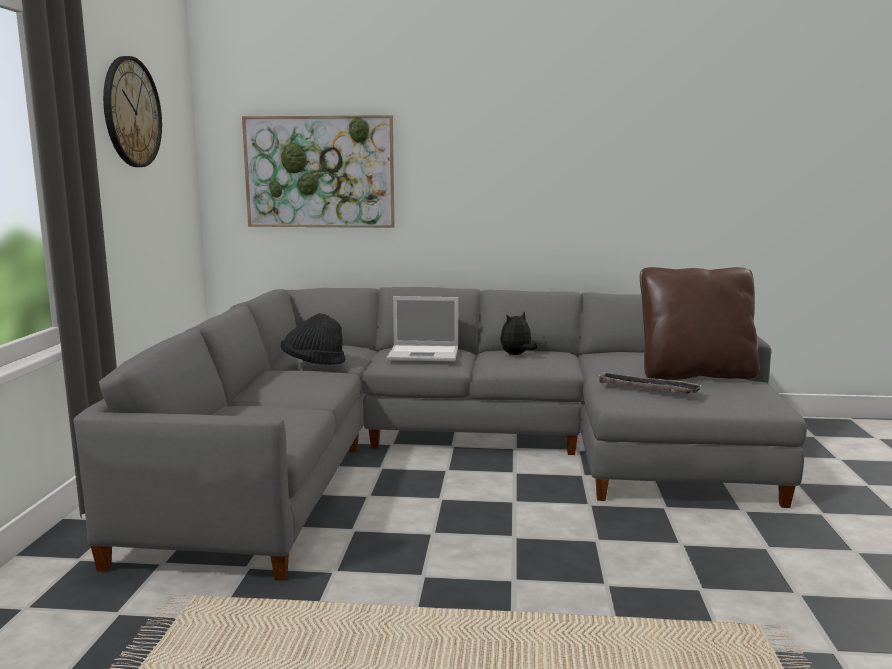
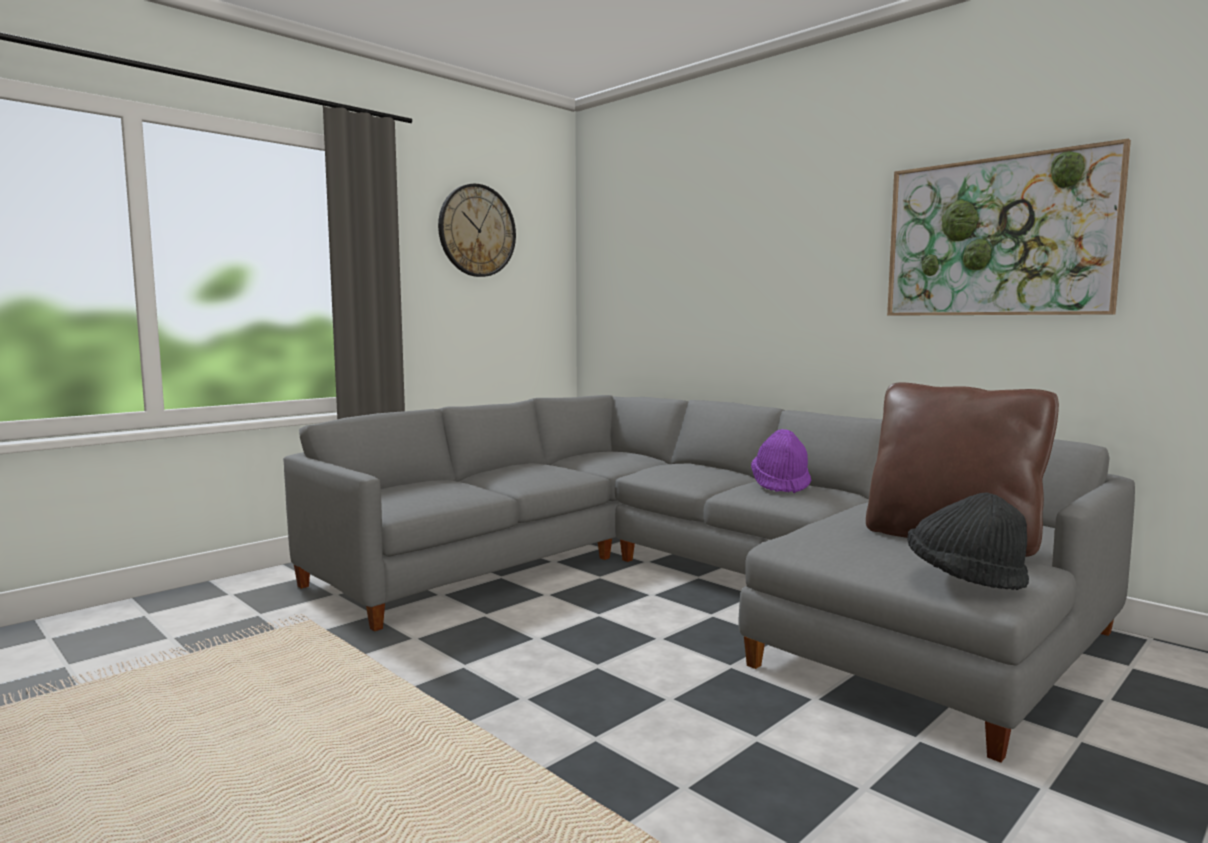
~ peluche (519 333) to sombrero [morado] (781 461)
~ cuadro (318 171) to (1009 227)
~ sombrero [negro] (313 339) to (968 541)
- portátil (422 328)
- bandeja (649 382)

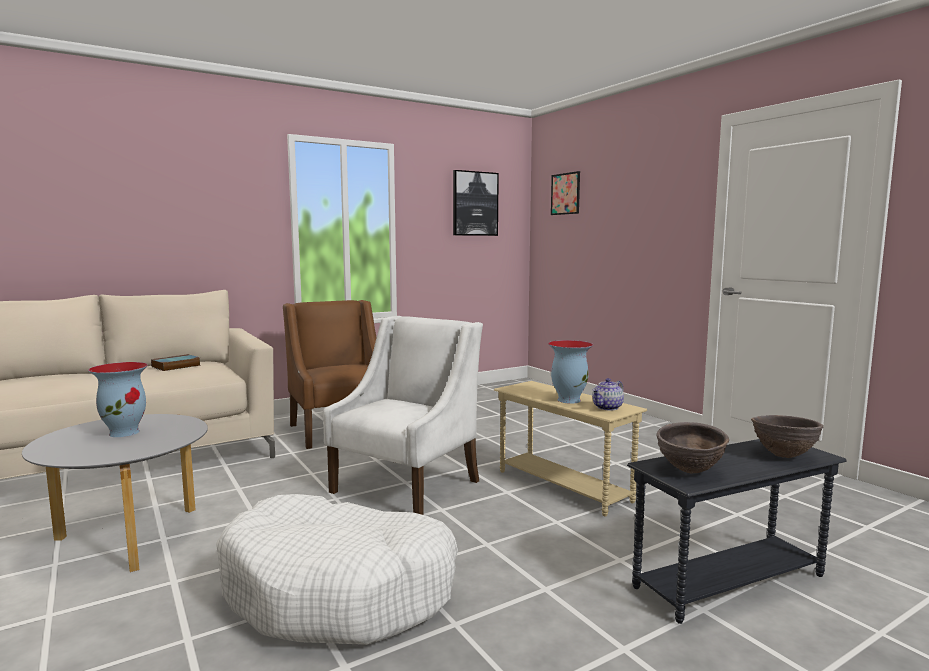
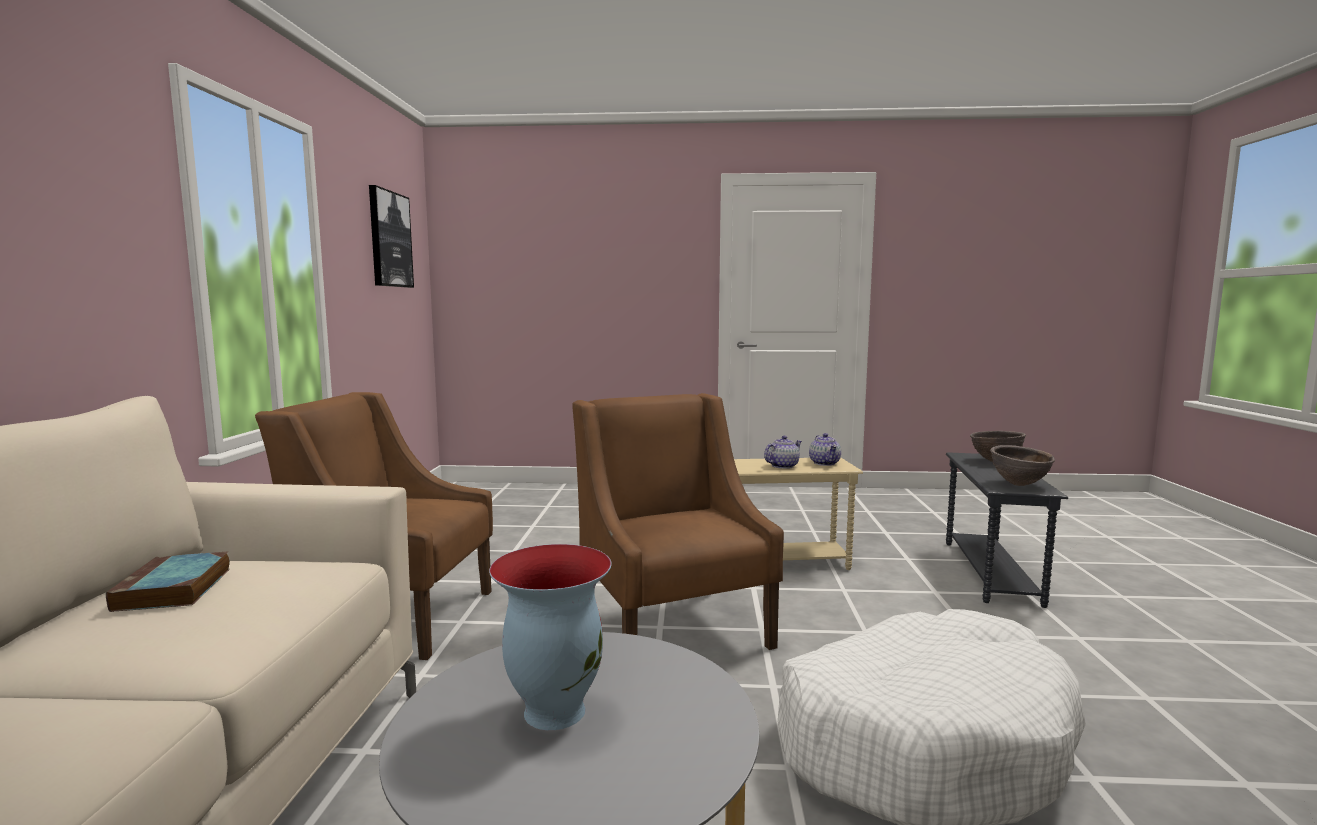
~ sillón [blanco] (403 415) to sillón [marrón] (678 521)
~ florero (570 372) to tetera (783 452)
- cuadro (565 193)

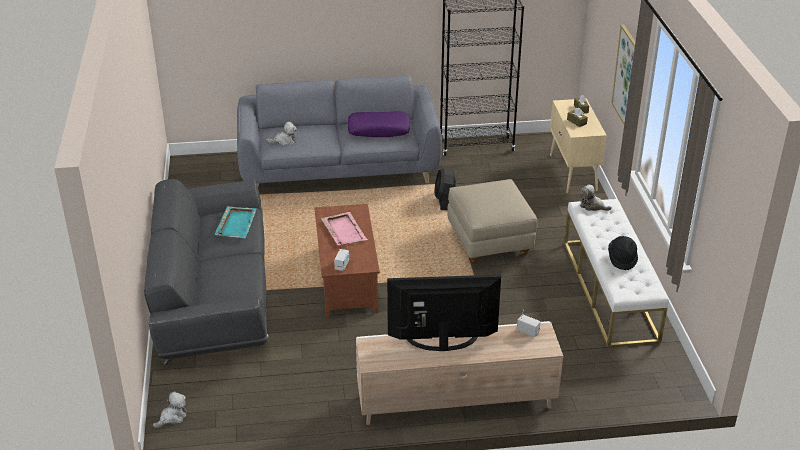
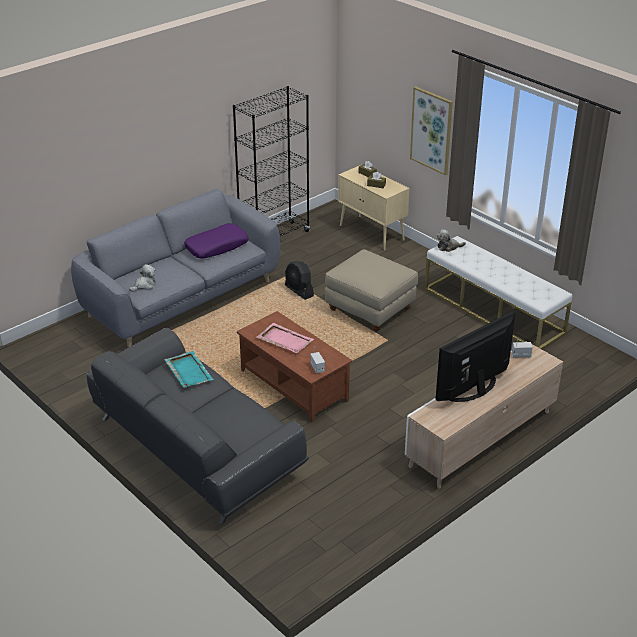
- peluche (170 410)
- sombrero [negro] (623 253)

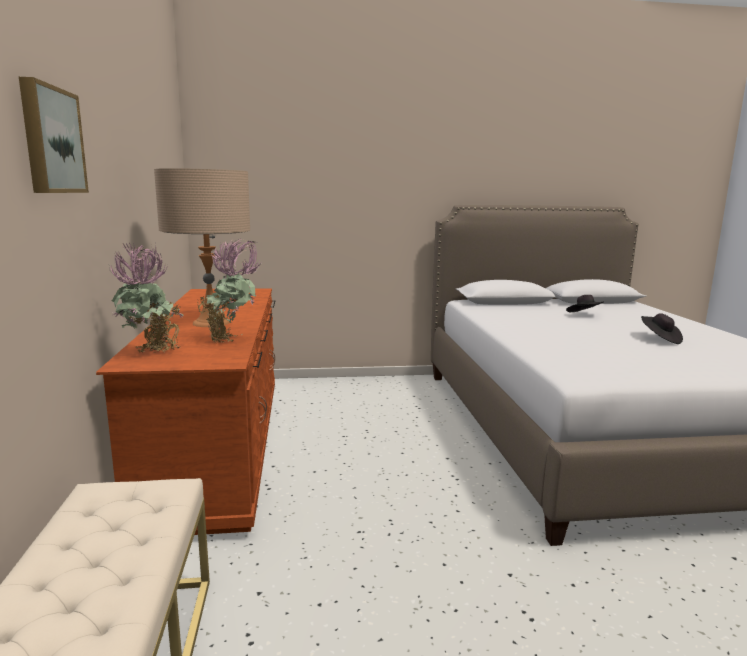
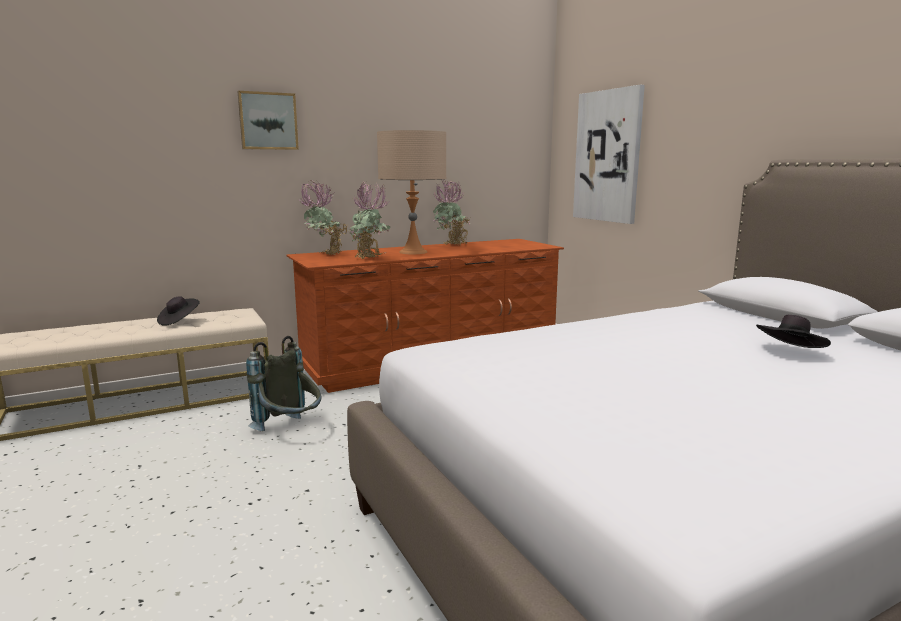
~ sombrero [negro] (662 328) to (178 311)
+ mochila [gris] (283 383)
+ planta en maceta (452 212)
+ cuadro (609 154)

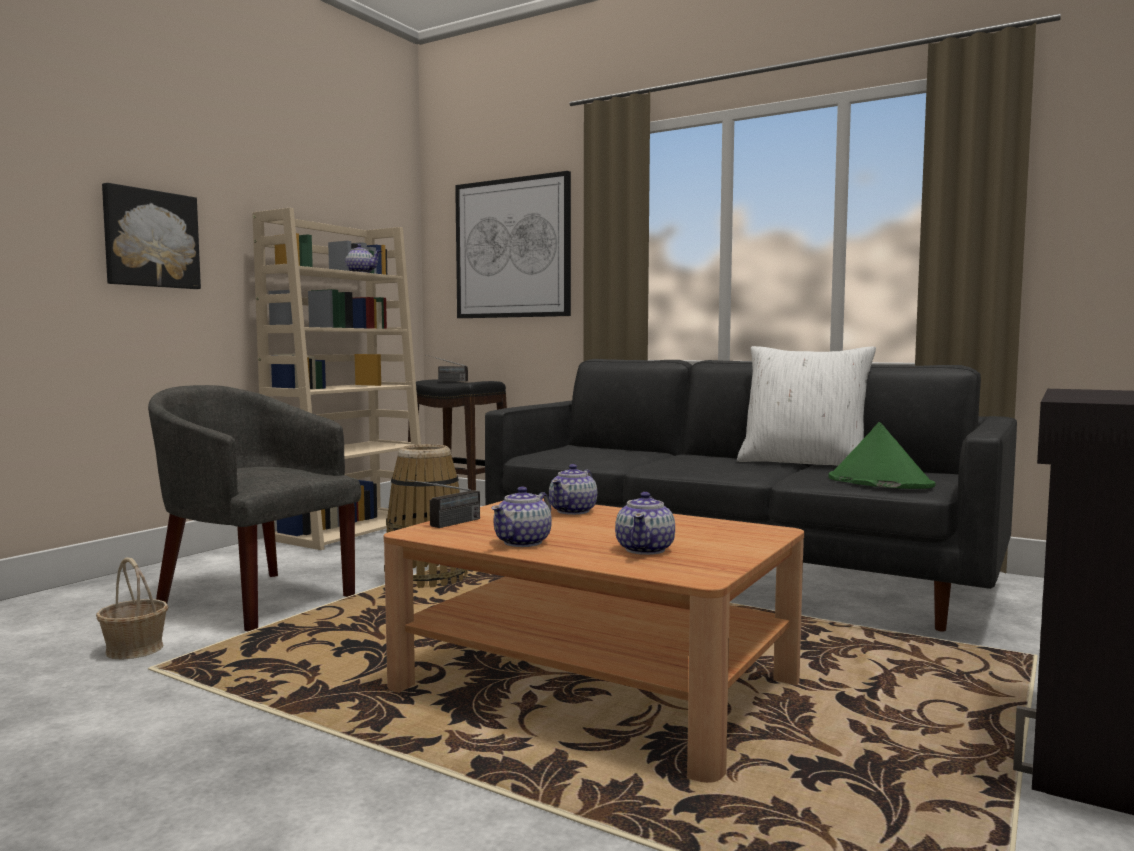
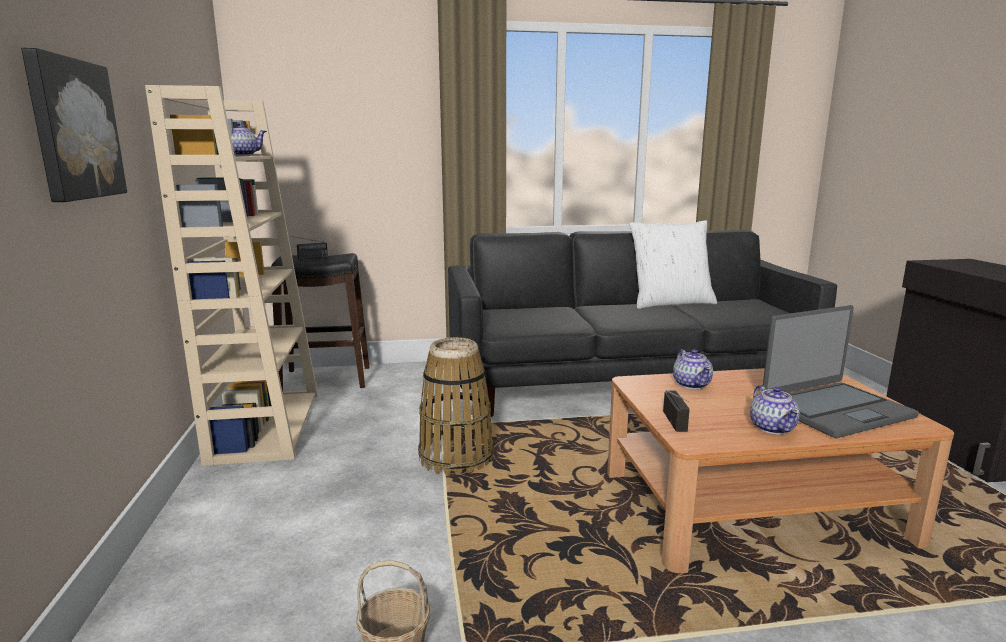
~ tetera (645 523) to portátil (841 371)
- sillón [gris] (254 508)
- cuadro (513 244)
- sombrero [verde] (882 455)

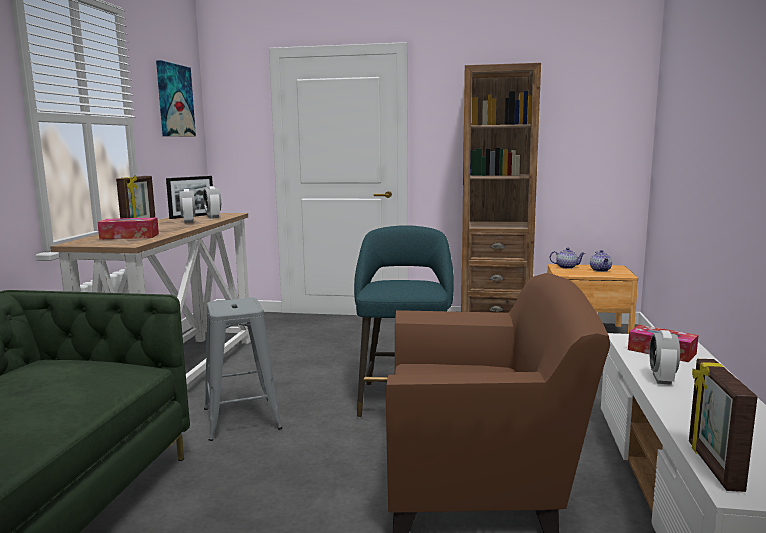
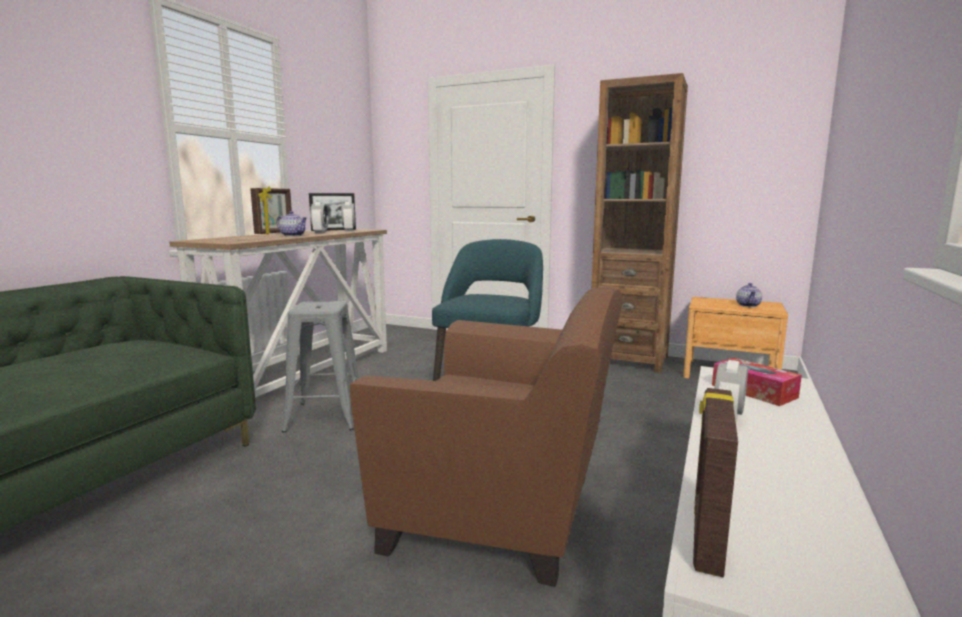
~ tetera (567 258) to (292 224)
- caja de pañuelos (128 229)
- cuadro (176 98)

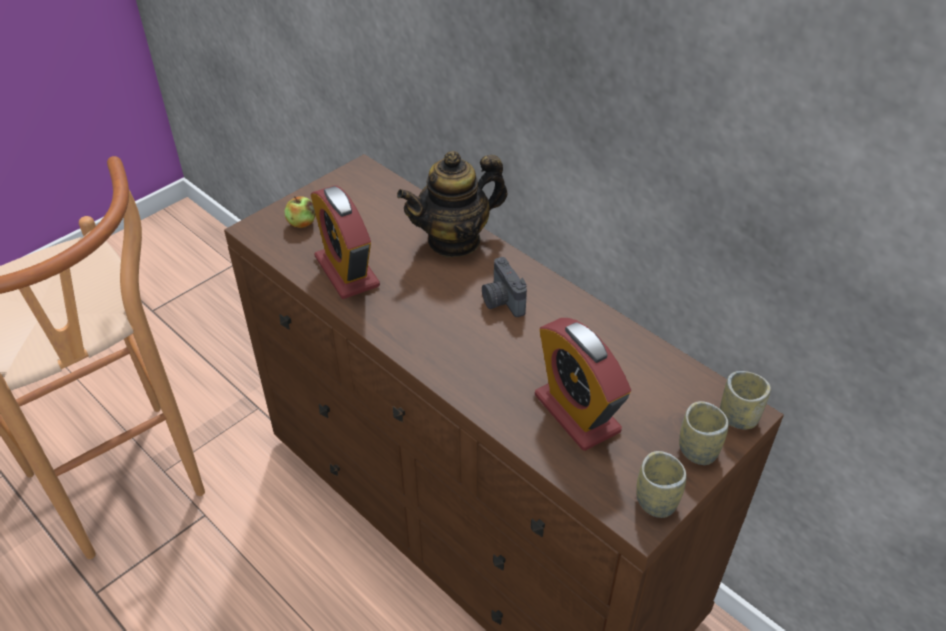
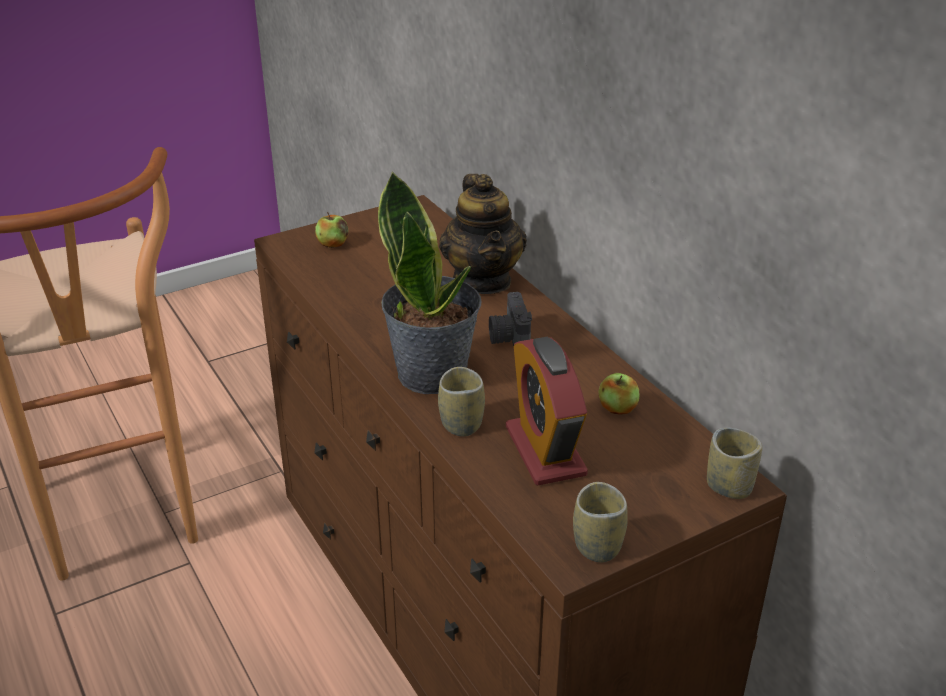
+ planta en maceta (429 282)
~ taza (704 433) to (461 401)
~ tetera (452 204) = (483 234) 90 degrees counterclockwise
+ manzana (619 394)
- despertador (345 242)

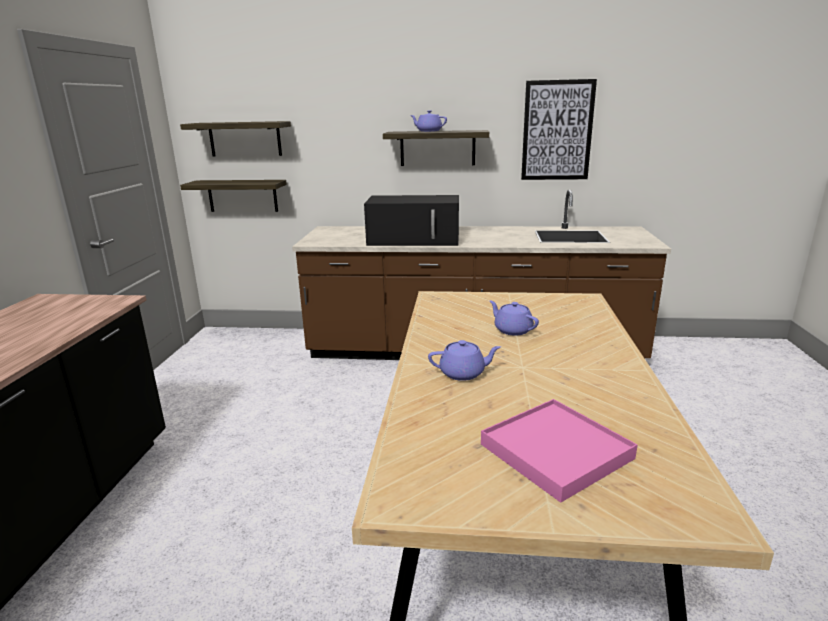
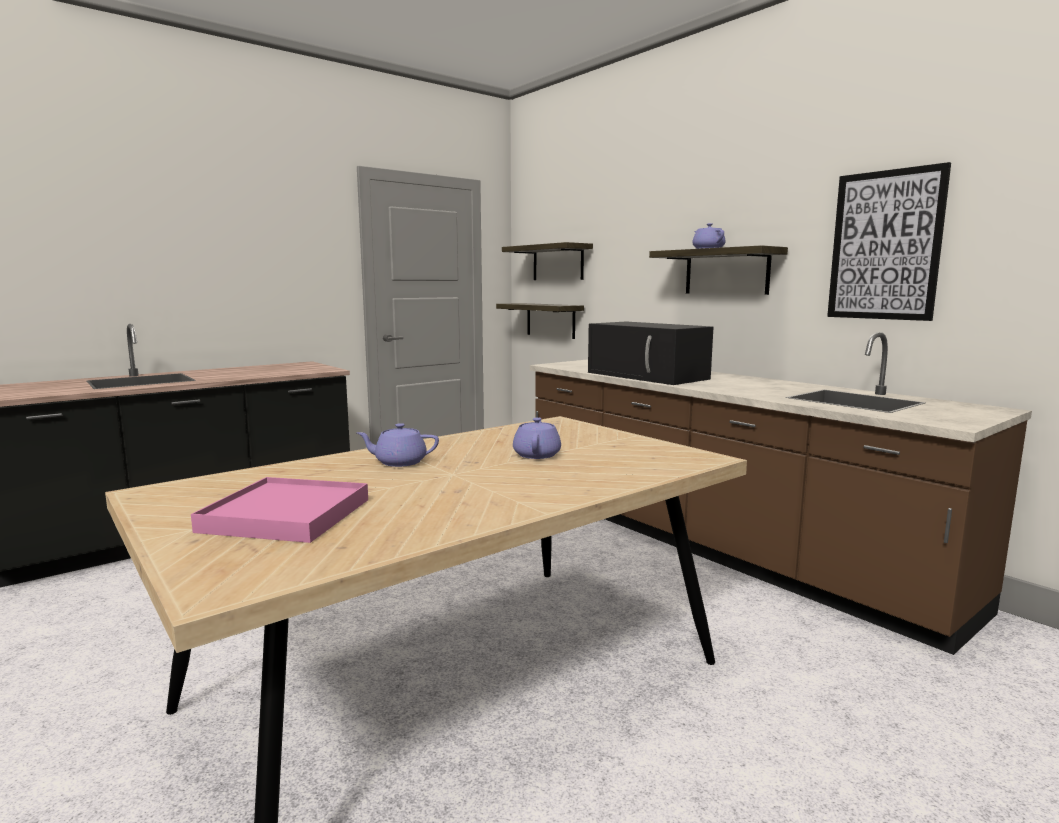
~ tetera [morado] (464 360) = (397 445) 135 degrees clockwise

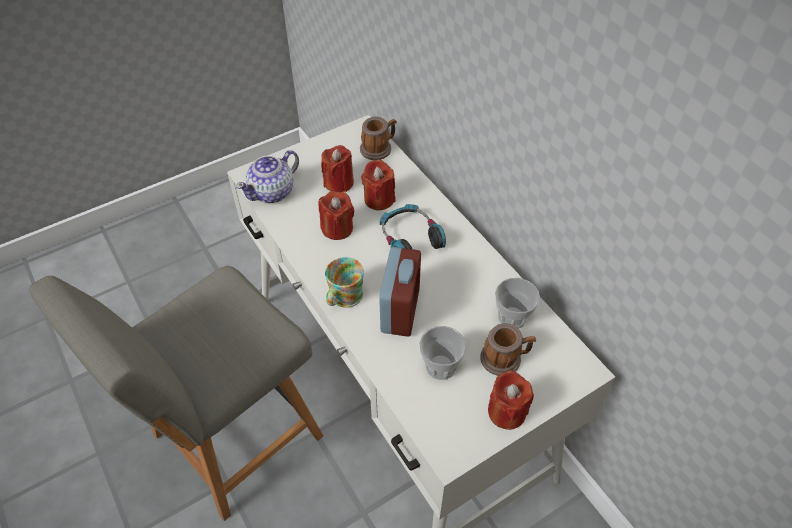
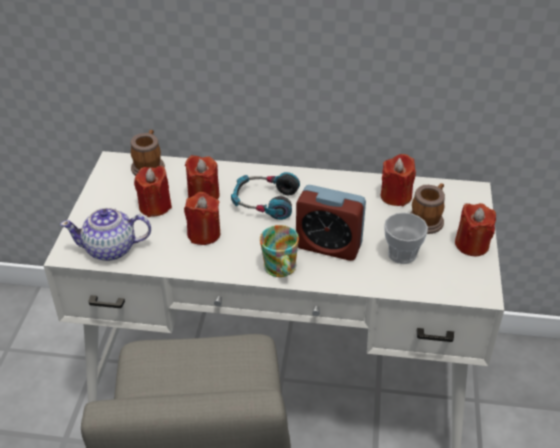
~ tetera (267 176) = (105 234) 90 degrees clockwise
~ despertador (400 292) = (331 223) 150 degrees clockwise
~ taza (517 303) to vela [rojo] (398 180)

